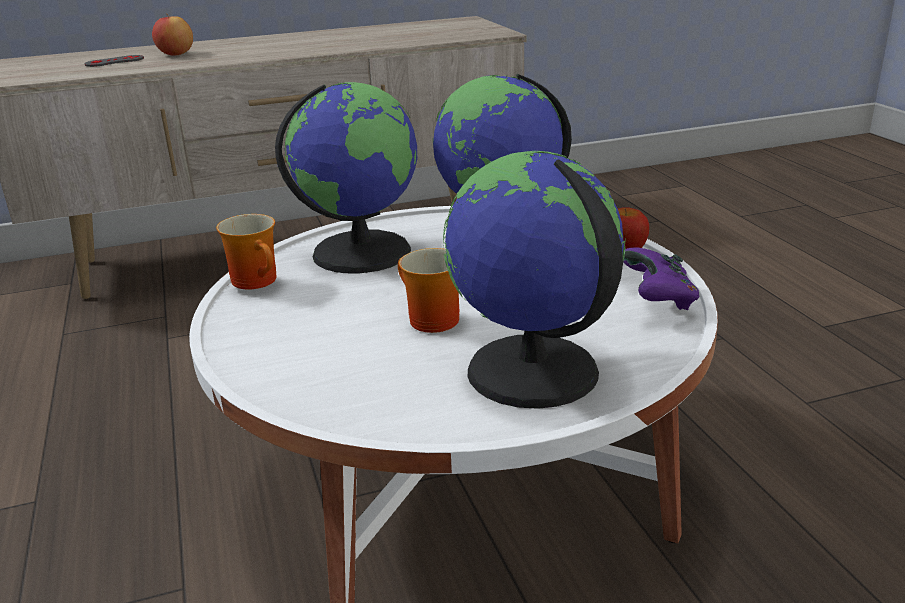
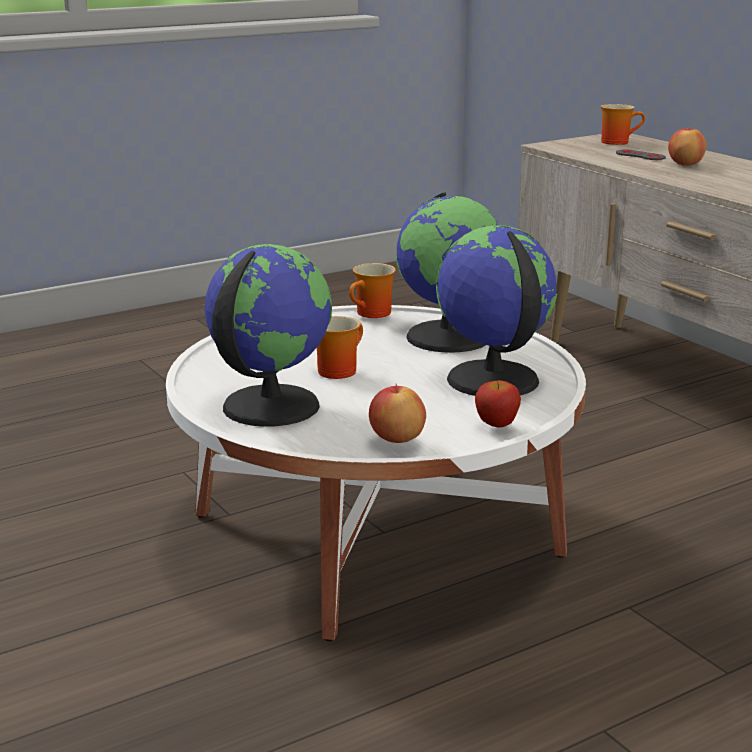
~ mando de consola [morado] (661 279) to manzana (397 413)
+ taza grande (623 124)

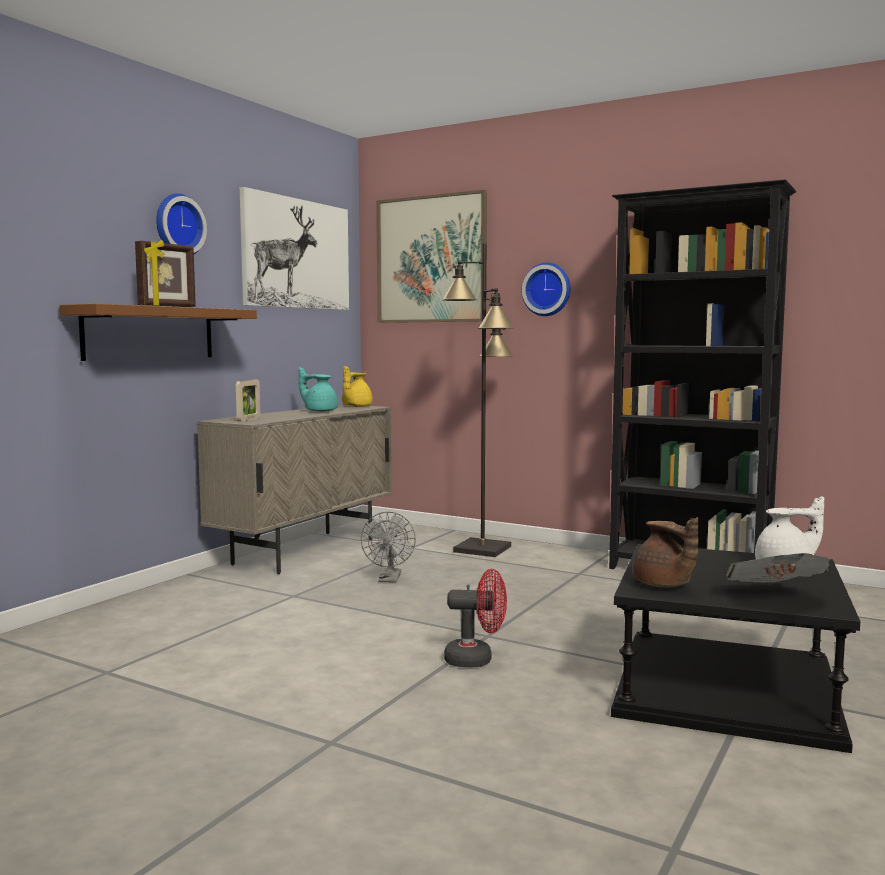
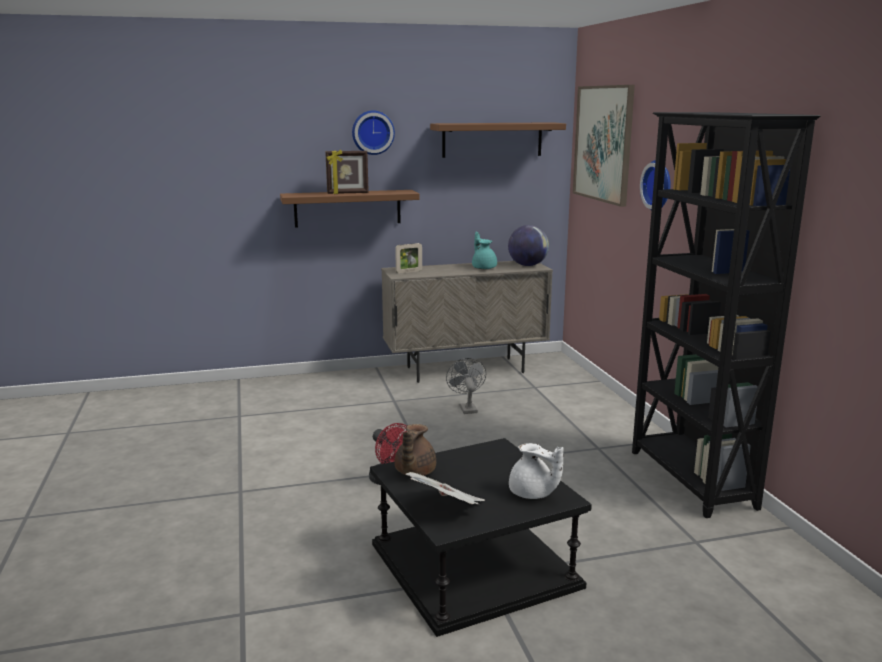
~ cuadro (294 248) to estante [marrón] (498 140)
~ ventilador [gris] (388 547) = (466 386) 120 degrees clockwise
~ tetera [amarillo] (357 386) to globo terráqueo (528 245)
- lámpara de pie [negro] (478 400)

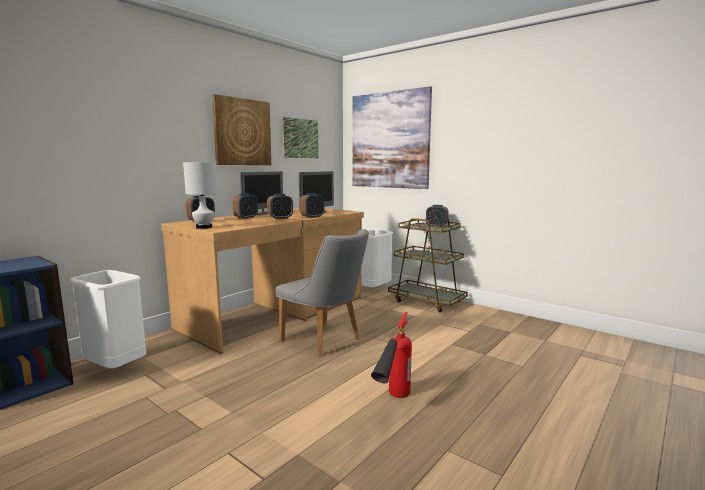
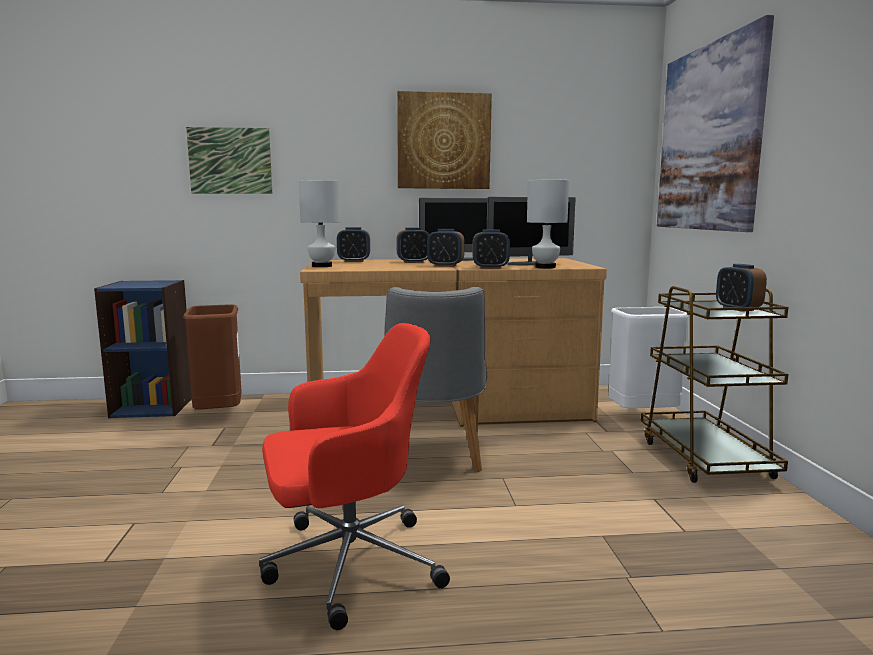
~ papelera [blanco] (108 319) to papelera [marrón] (212 357)
~ cuadro (301 137) to (229 160)
~ extintor (391 355) to silla de oficina [rojo] (354 476)
+ lámpara de mesa [blanco] (548 223)

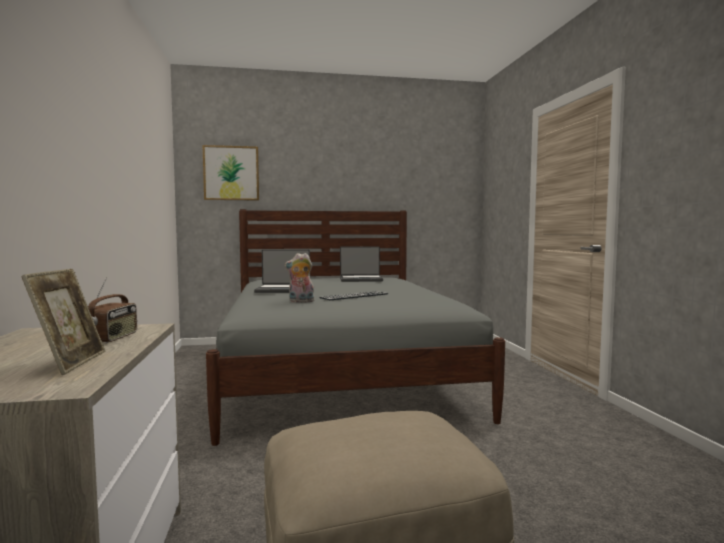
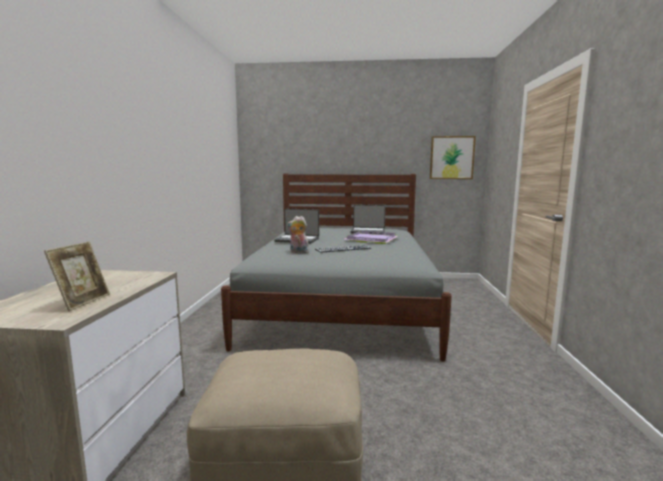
+ bandeja [morado] (371 237)
~ cuadro (230 172) to (453 157)
- radio (112 310)

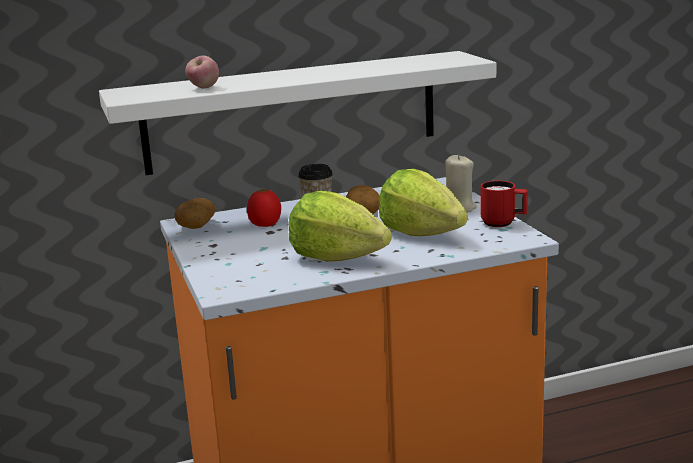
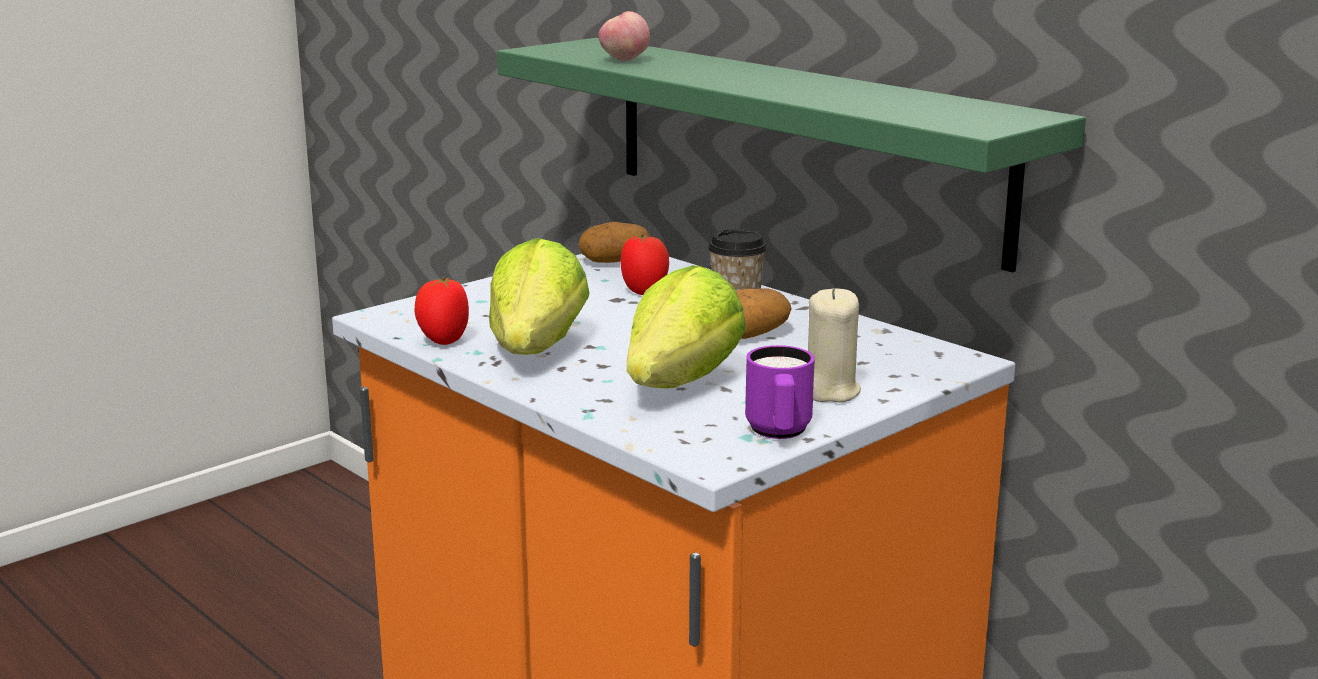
+ tomate (441 311)
~ estante [blanco] (297 113) to estante [verde] (791 155)
~ taza grande [rojo] (504 204) to taza grande [morado] (780 392)

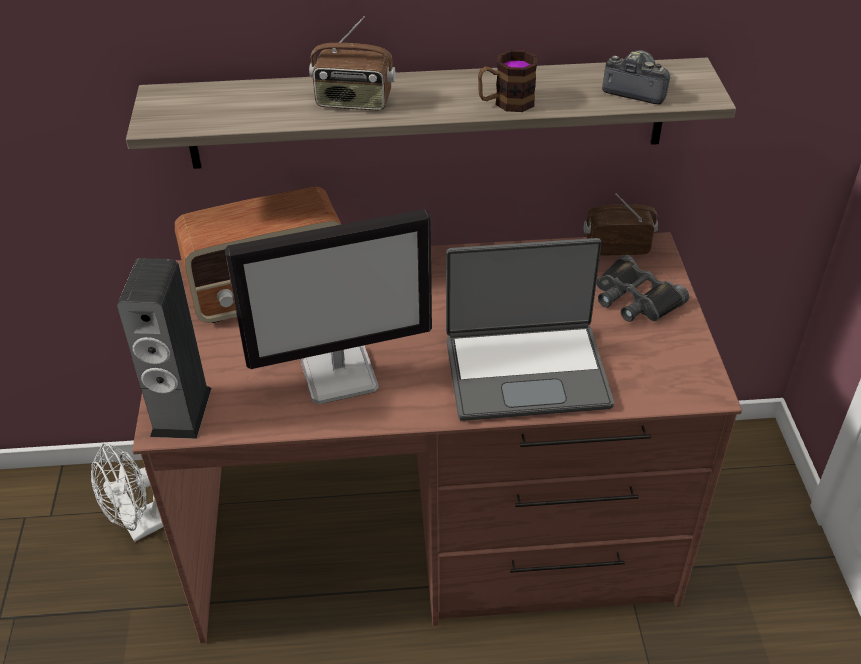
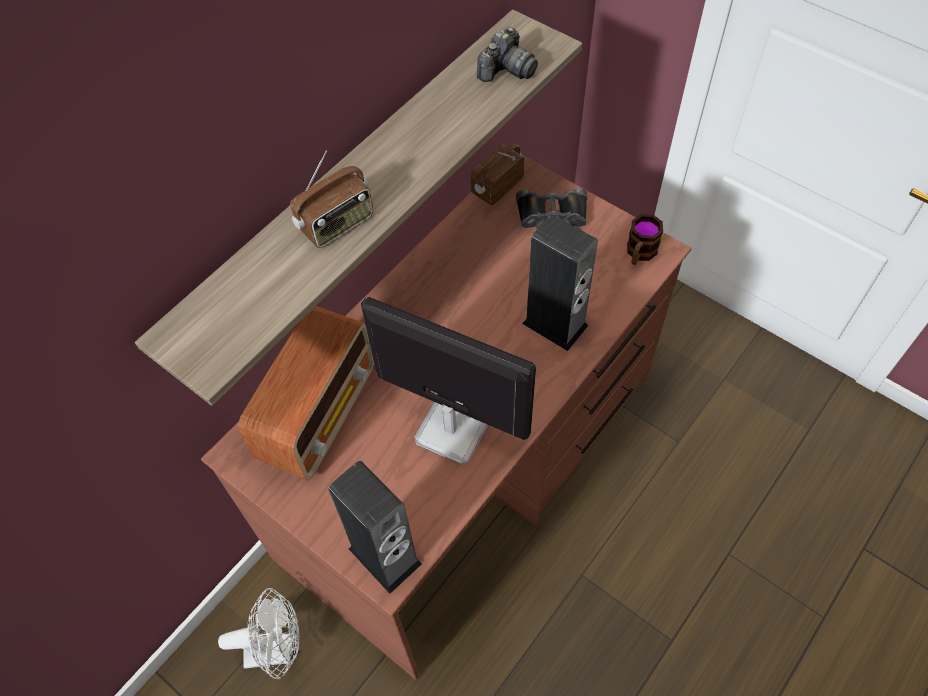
~ ventilador [blanco] (127 492) = (258 634) 105 degrees counterclockwise
~ monitor (328 306) = (448 381) 90 degrees counterclockwise
~ cámara (637 77) = (507 54) 150 degrees clockwise
~ portátil (530 329) to altavoz (560 282)
~ taza grande (508 81) to (645 239)

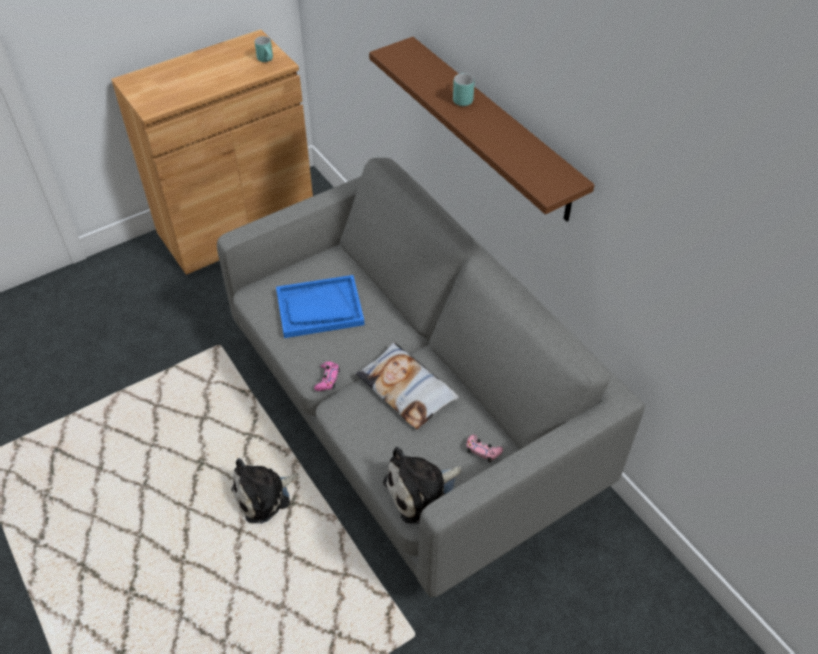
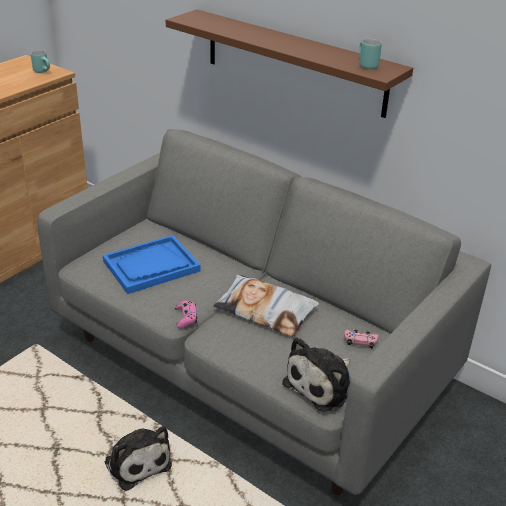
~ peluche (265 490) = (138 458) 75 degrees counterclockwise
~ taza grande [turquesa] (464 89) to (370 54)

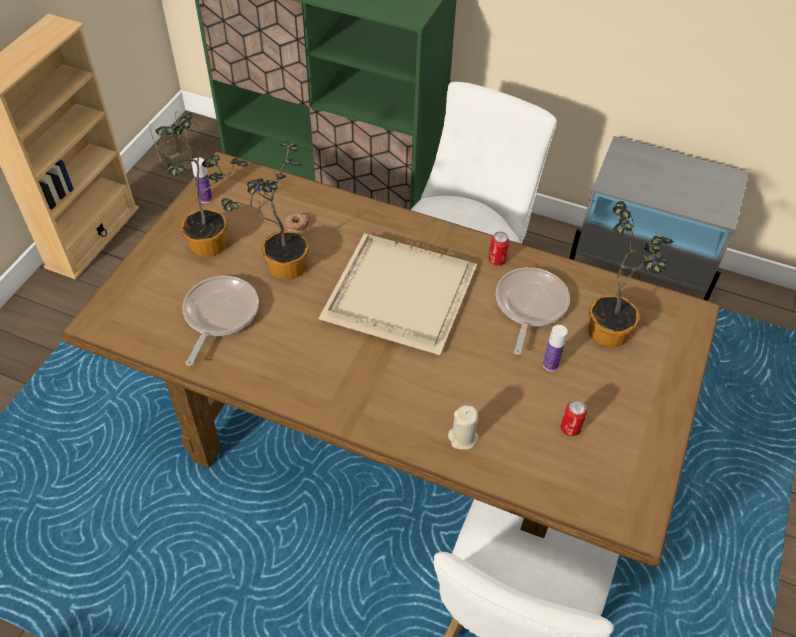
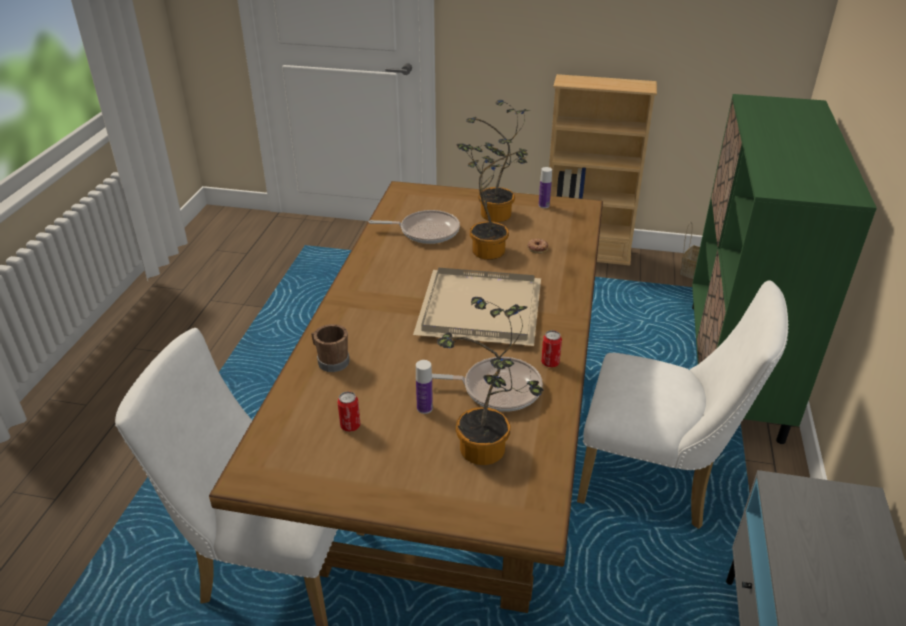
~ vela [beis] (463 427) to taza grande [marrón] (330 348)

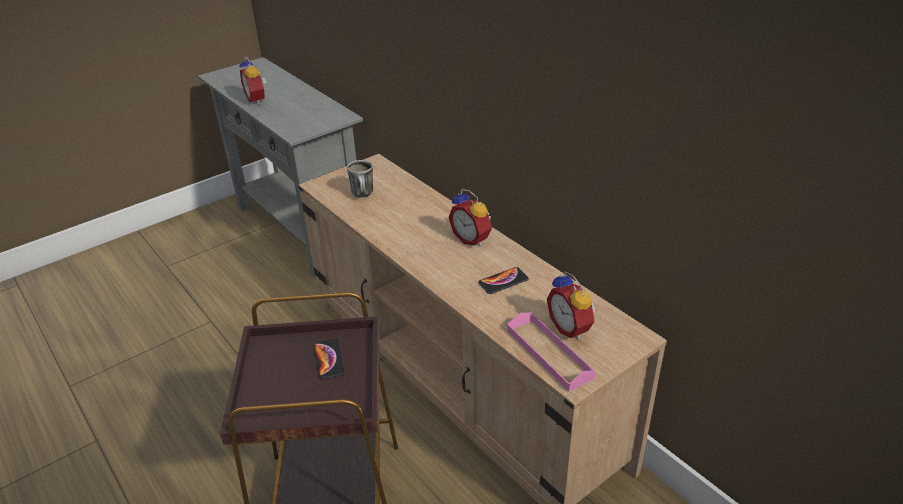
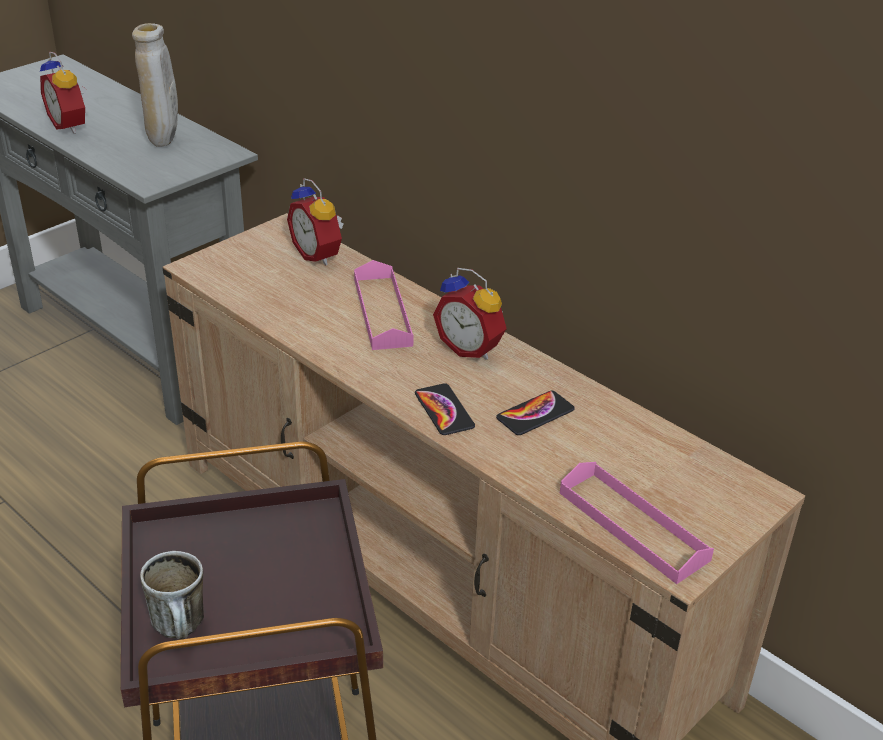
+ florero [beis] (155 85)
~ taza grande (360 179) to (172 595)
~ despertador (571 305) to (315 222)
+ bandeja [rosa] (384 305)
~ móvil (329 359) to (445 409)

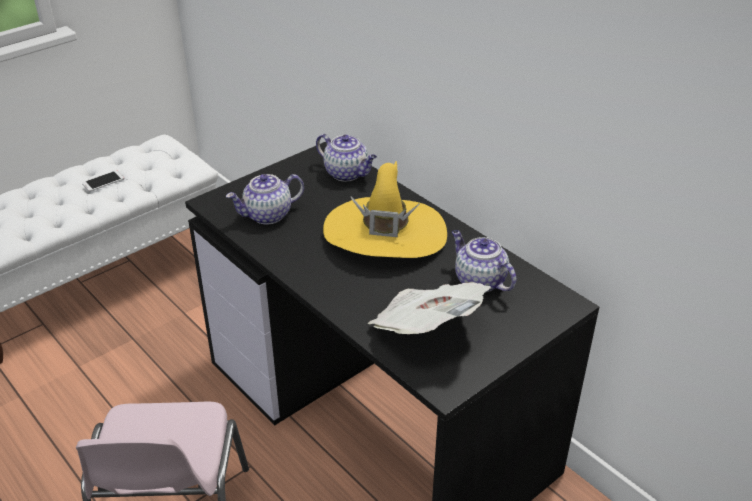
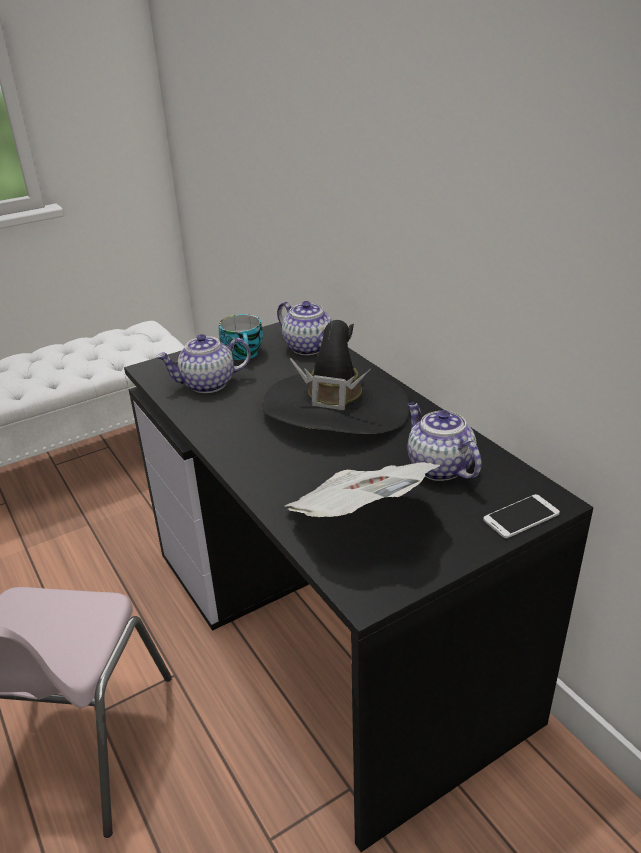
+ taza (241 337)
~ sombrero [amarillo] (385 209) to sombrero [negro] (336 377)
~ móvil (103 181) to (521 516)

